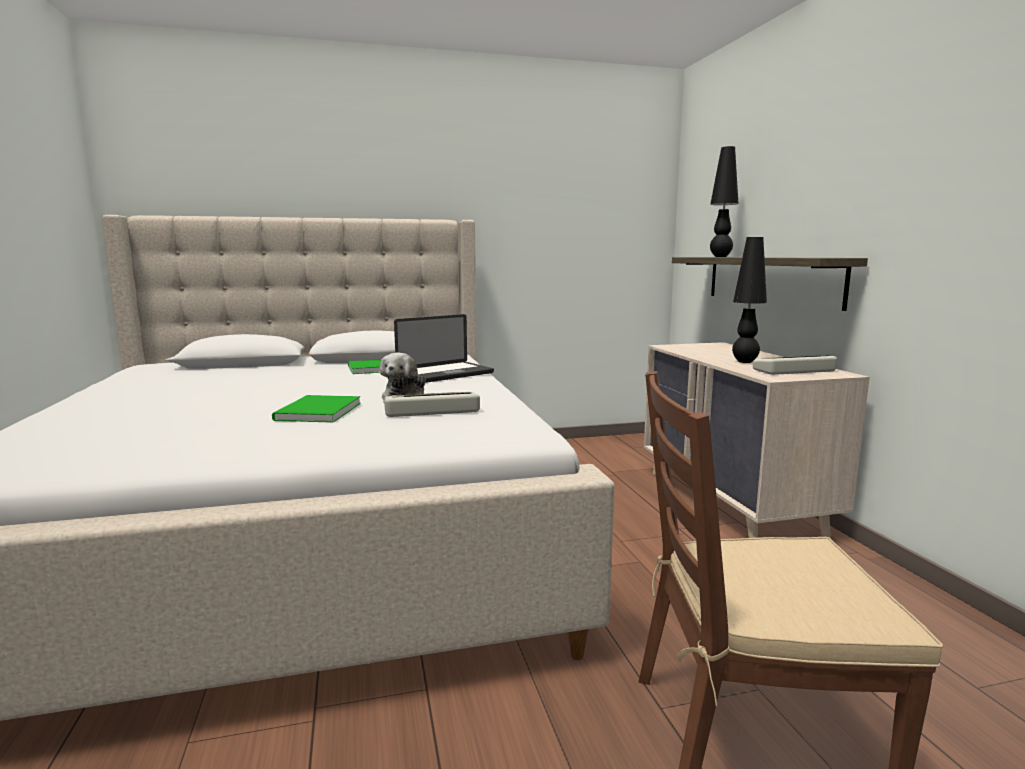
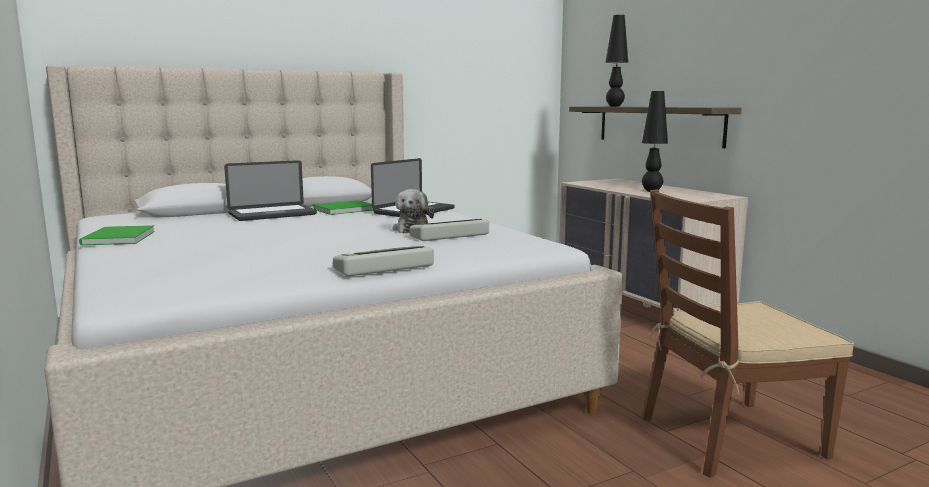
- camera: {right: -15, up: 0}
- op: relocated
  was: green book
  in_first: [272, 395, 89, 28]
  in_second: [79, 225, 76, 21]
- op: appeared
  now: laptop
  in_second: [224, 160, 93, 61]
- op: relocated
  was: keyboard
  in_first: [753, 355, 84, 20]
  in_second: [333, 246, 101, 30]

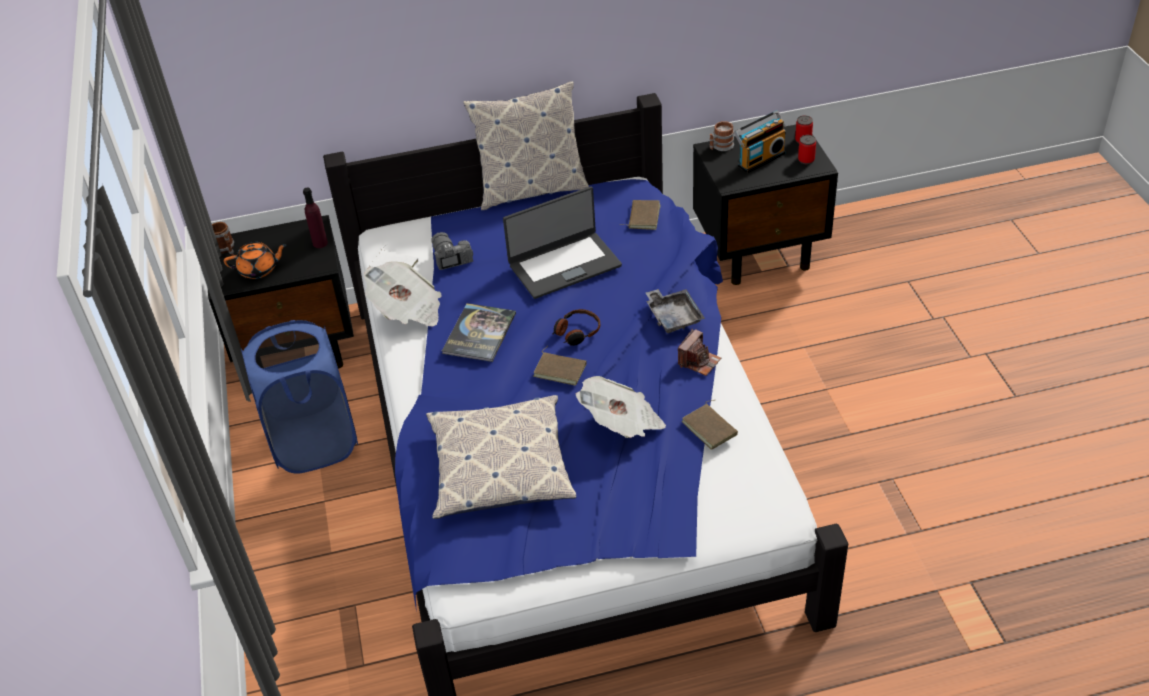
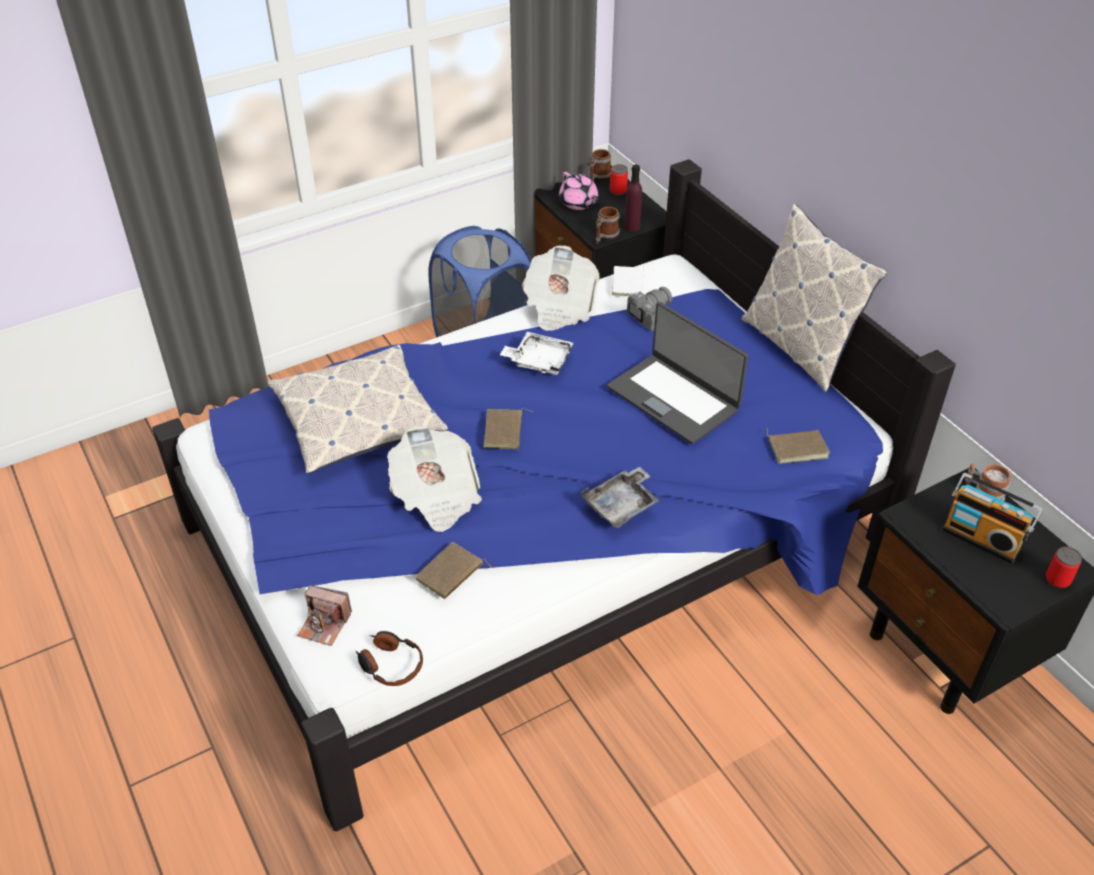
- camera: {right: 70, up: 0}
- op: relocated
  was: photo camera
  in_first: [678, 329, 43, 47]
  in_second: [297, 585, 55, 61]
- op: relocated
  was: headphones
  in_first: [552, 309, 48, 37]
  in_second: [356, 631, 67, 55]
- op: exchanged
  was: book
  now: white tray
  in_first: [442, 303, 74, 59]
  in_second: [500, 332, 74, 43]
- op: colour
  was: orange teapot
  now: pink teapot
  in_first: [224, 242, 63, 37]
  in_second: [559, 172, 39, 38]
- op: appeared
  now: mug
  in_second: [596, 207, 24, 37]
- op: relocated
  was: can
  in_first: [798, 135, 18, 29]
  in_second: [610, 164, 18, 31]

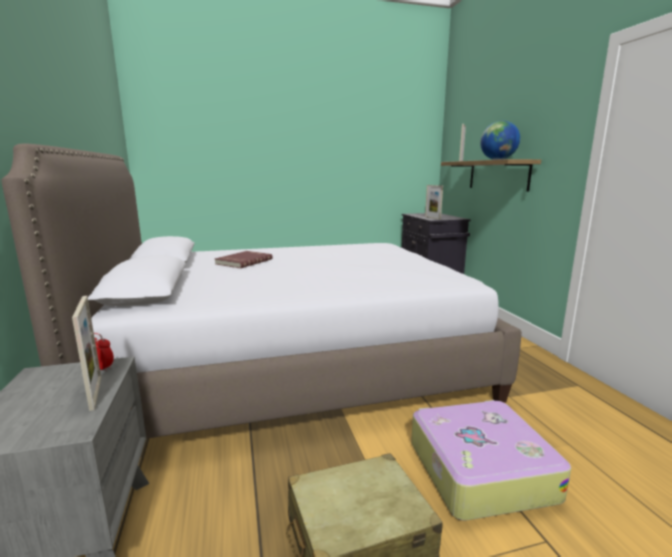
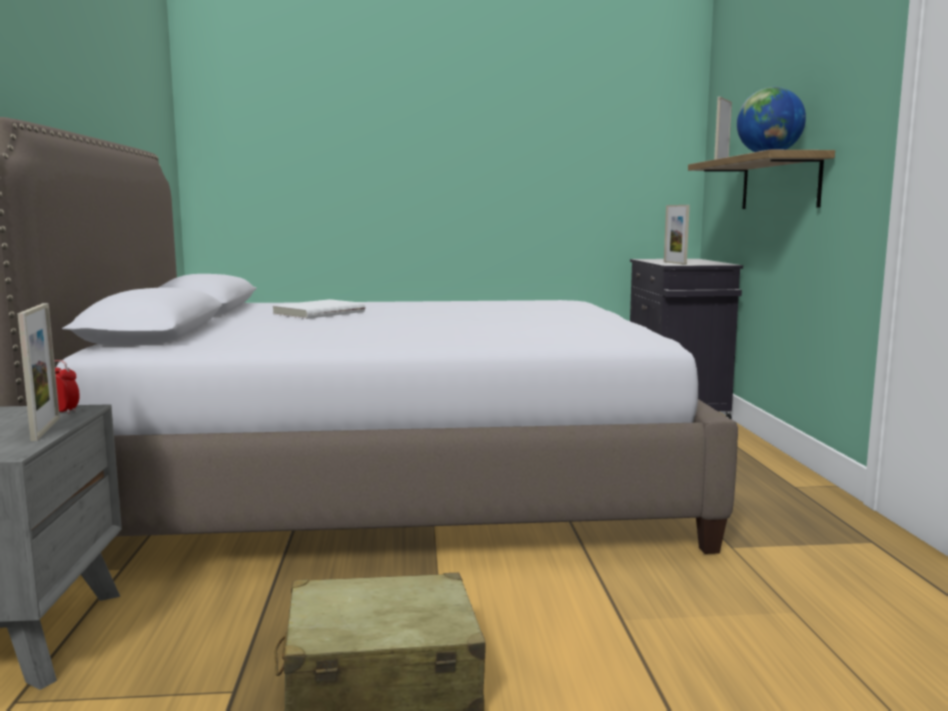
- camera: {right: 10, up: -5}
- op: colour
  was: red book
  now: white book
  in_first: [215, 251, 57, 17]
  in_second: [272, 299, 93, 20]
- op: missing
  was: suitcase
  in_first: [411, 400, 160, 120]

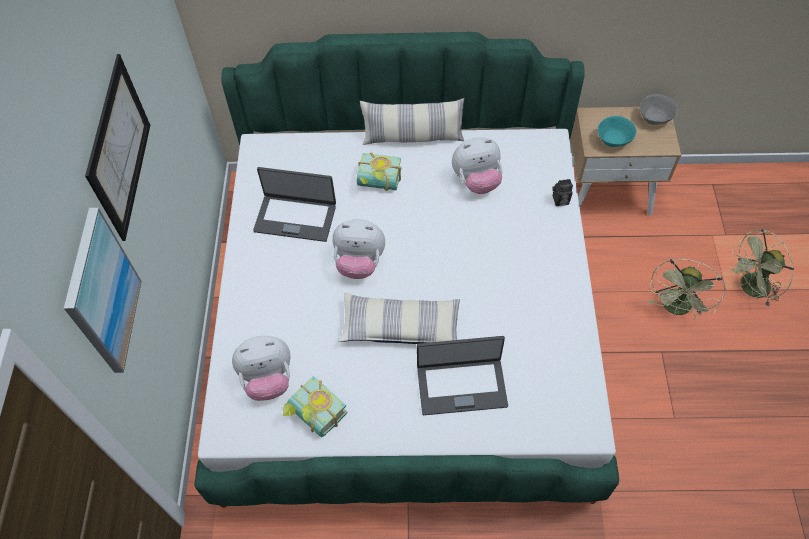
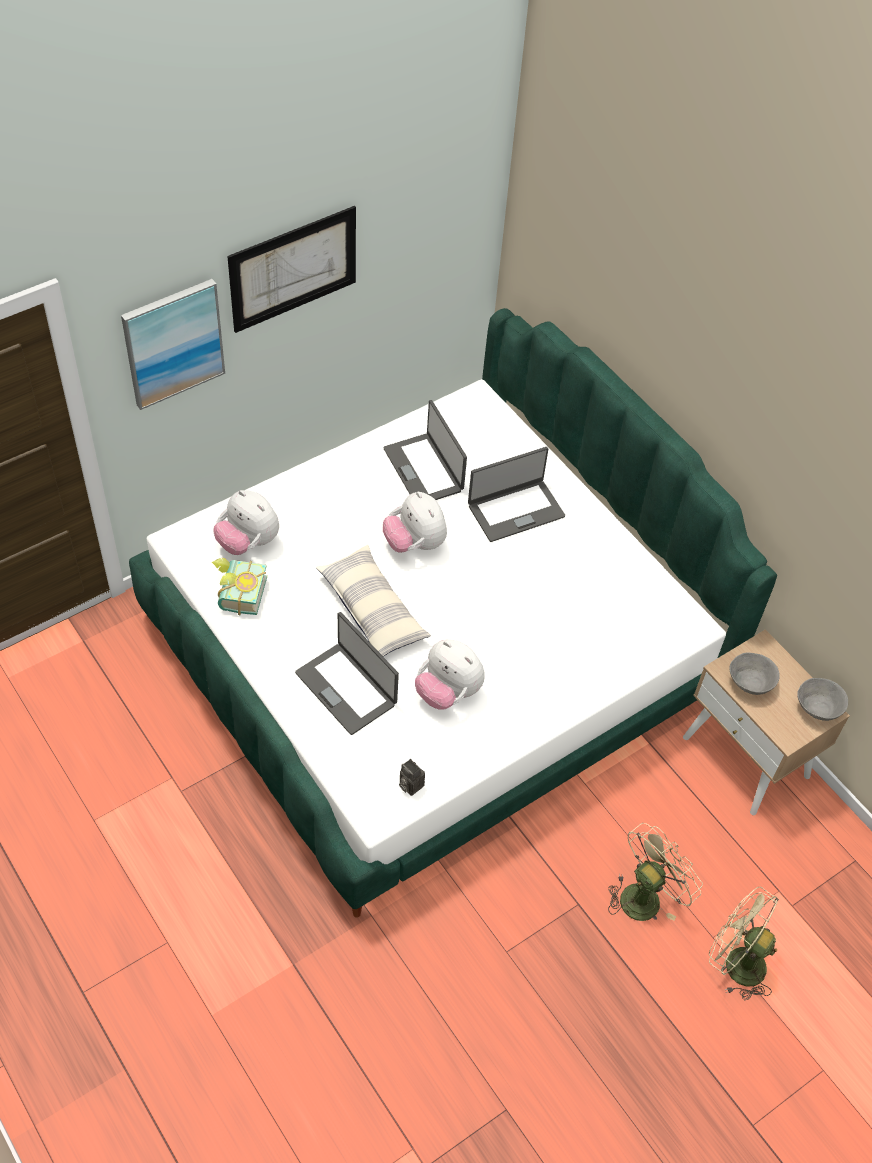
- camera: {right: 50, up: -5}
- op: relocated
  was: photo camera
  in_first: [552, 179, 21, 27]
  in_second: [399, 759, 26, 37]
- op: relocated
  was: plush toy
  in_first: [452, 137, 51, 57]
  in_second: [415, 639, 70, 71]
- op: exchanged
  was: book
  now: laptop
  in_first: [357, 152, 44, 39]
  in_second: [468, 447, 97, 95]
- op: spun
  was: green fan
  in_first: [648, 259, 77, 60]
  in_second: [608, 823, 95, 98]
  clockwise: 150
- op: colour
  was: turquoise bowl
  now: grey bowl
  in_first: [598, 116, 38, 31]
  in_second: [729, 653, 51, 42]
- op: missing
  was: pillow
  in_first: [360, 98, 104, 47]

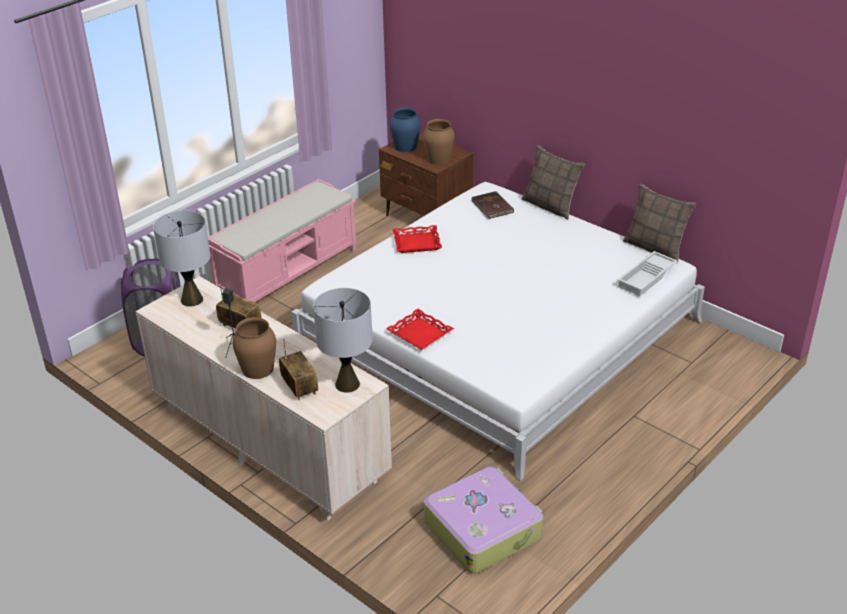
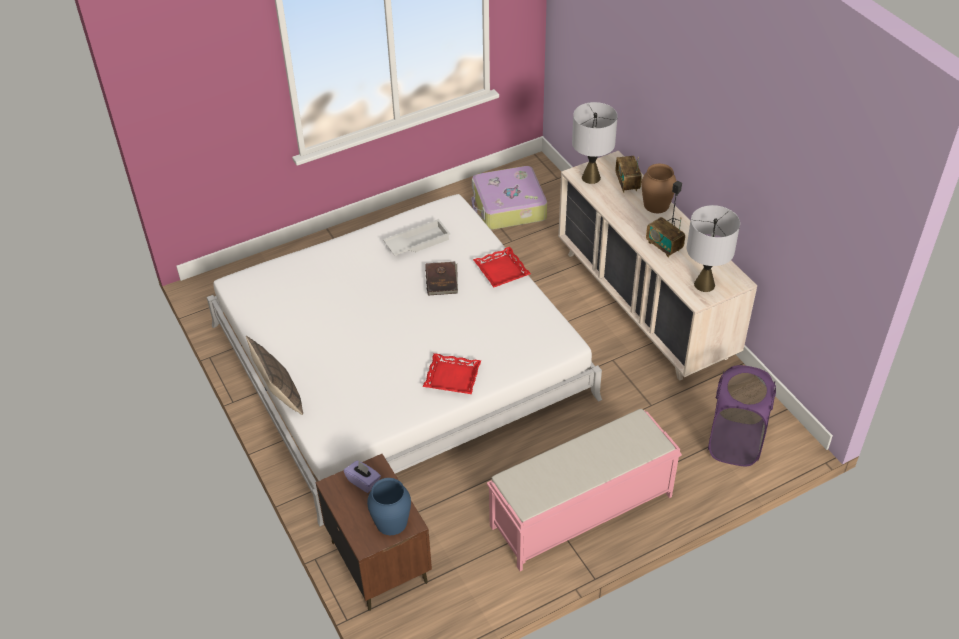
- camera: {right: -160, up: 10}
- op: exchanged
  was: brown vase
  now: purple tissue box
  in_first: [423, 119, 32, 46]
  in_second: [344, 460, 37, 33]
- op: relocated
  was: white tray
  in_first: [617, 251, 61, 45]
  in_second: [383, 219, 67, 36]
- op: relocated
  was: brown book
  in_first: [472, 191, 42, 28]
  in_second: [425, 261, 33, 35]
- op: missing
  was: pillow
  in_first: [623, 184, 73, 77]

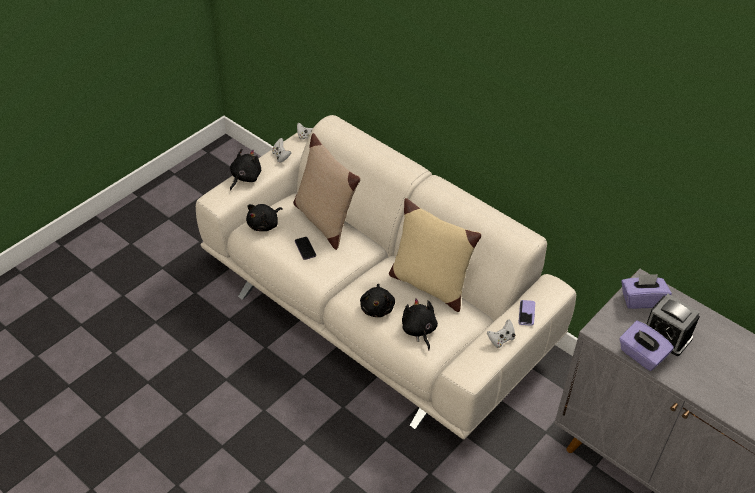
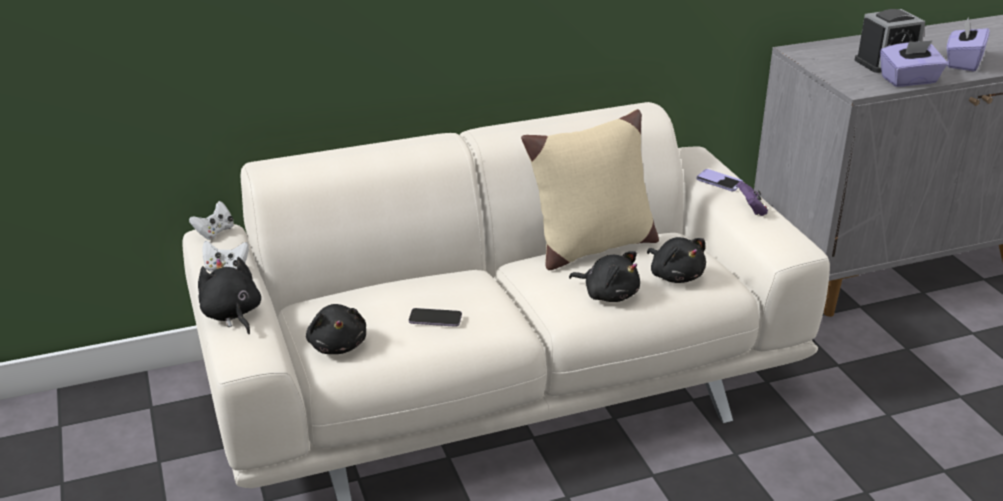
- camera: {right: -60, up: -15}
- op: spun
  was: black plush toy
  in_first: [402, 298, 36, 52]
  in_second: [647, 237, 59, 46]
  clockwise: -135
- op: colour
  was: white game controller
  now: purple game controller
  in_first: [487, 319, 28, 29]
  in_second: [737, 181, 31, 35]
- op: relocated
  was: purple tissue box
  in_first: [621, 274, 51, 35]
  in_second: [947, 17, 43, 55]
- op: missing
  was: beige pillow
  in_first: [293, 133, 68, 117]

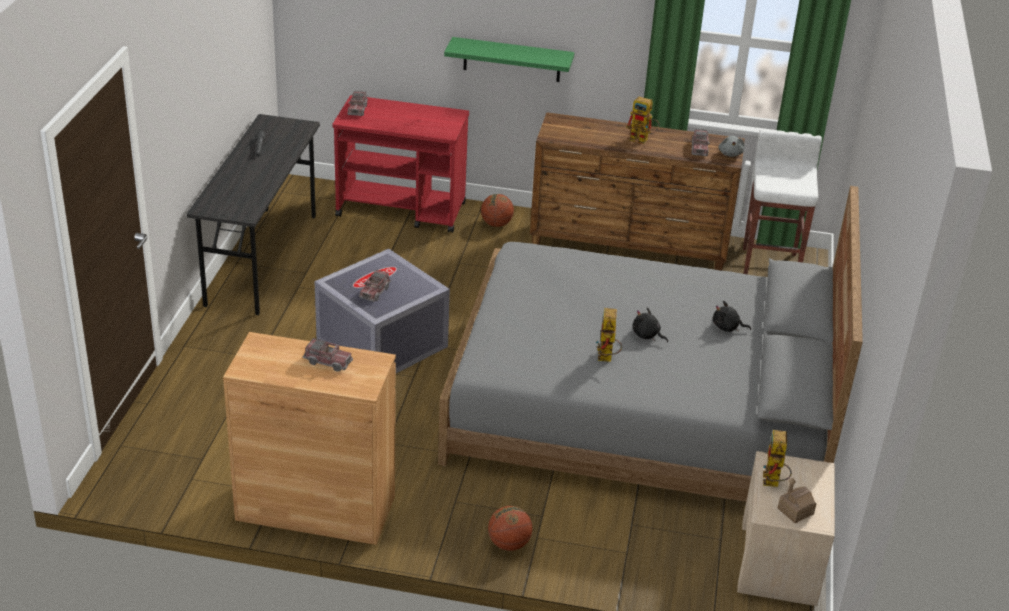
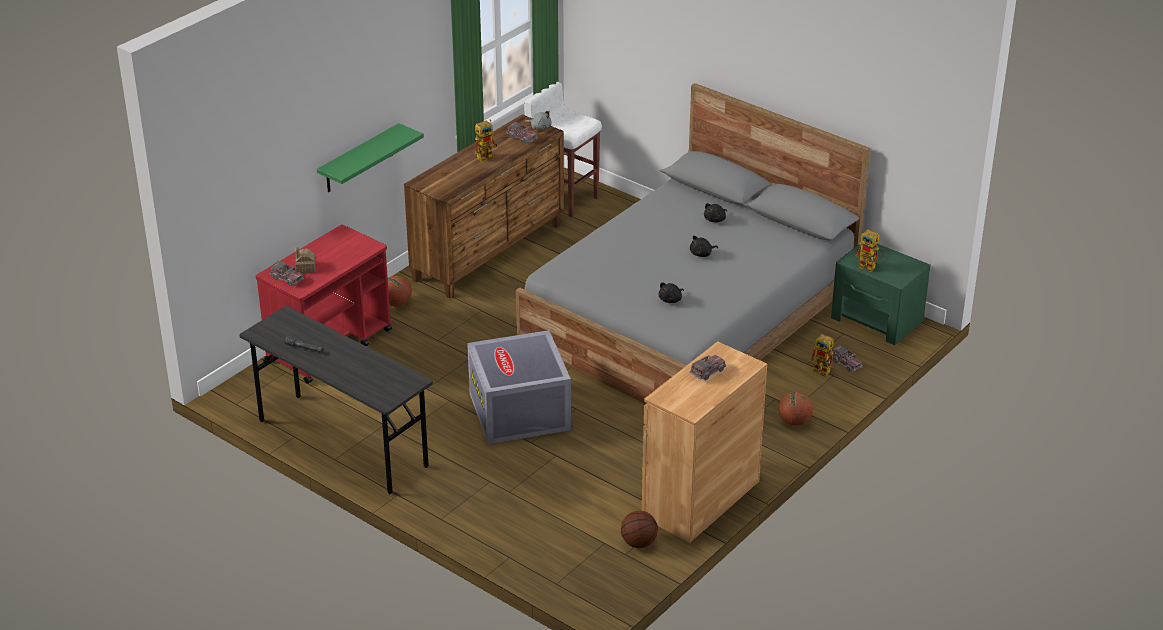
- camera: {right: -60, up: 0}
- op: relocated
  was: toy house
  in_first: [778, 478, 39, 45]
  in_second: [294, 246, 21, 27]
- op: appeared
  now: basketball
  in_second: [621, 511, 37, 37]
- op: appeared
  now: black plush toy
  in_second: [659, 282, 25, 21]
- op: relocated
  was: toy robot
  in_first: [596, 308, 26, 54]
  in_second: [810, 334, 31, 43]
- op: colour
  was: beige nightstand
  now: green nightstand
  in_first: [737, 451, 98, 155]
  in_second: [831, 244, 99, 101]
- op: relocated
  was: toy truck
  in_first: [359, 269, 32, 33]
  in_second: [832, 346, 31, 26]

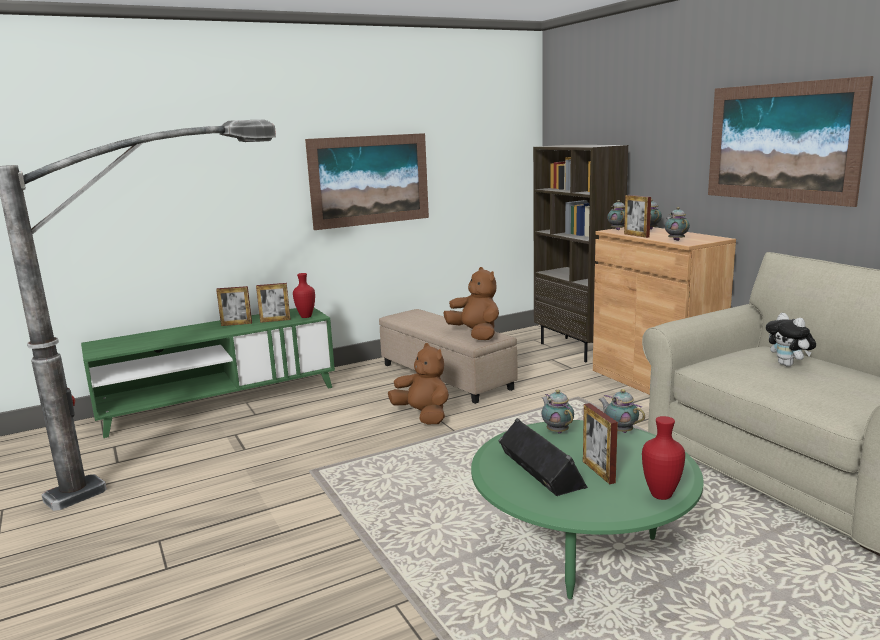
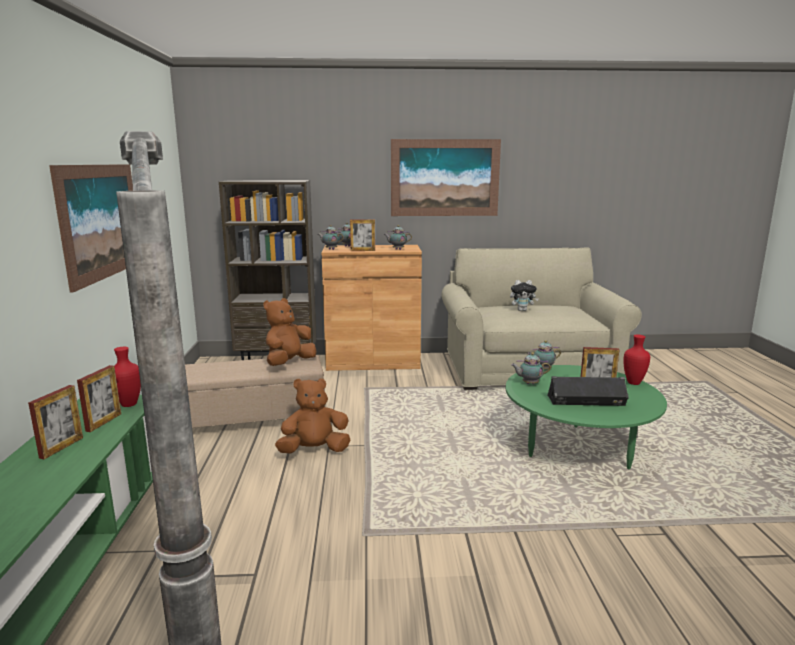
- camera: {right: -65, up: 0}
- op: spun
  was: brown plush toy
  in_first: [443, 267, 56, 73]
  in_second: [264, 298, 52, 68]
  clockwise: -45

